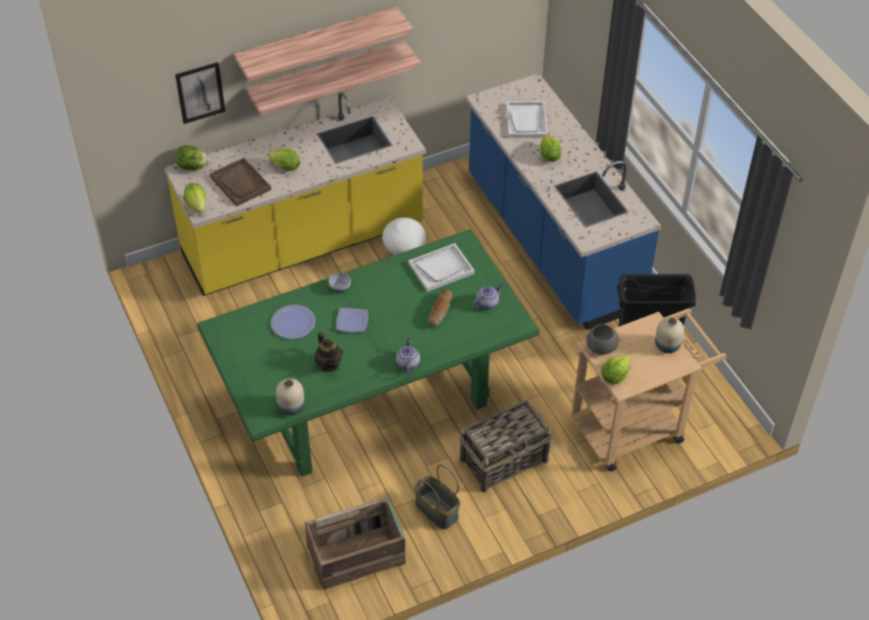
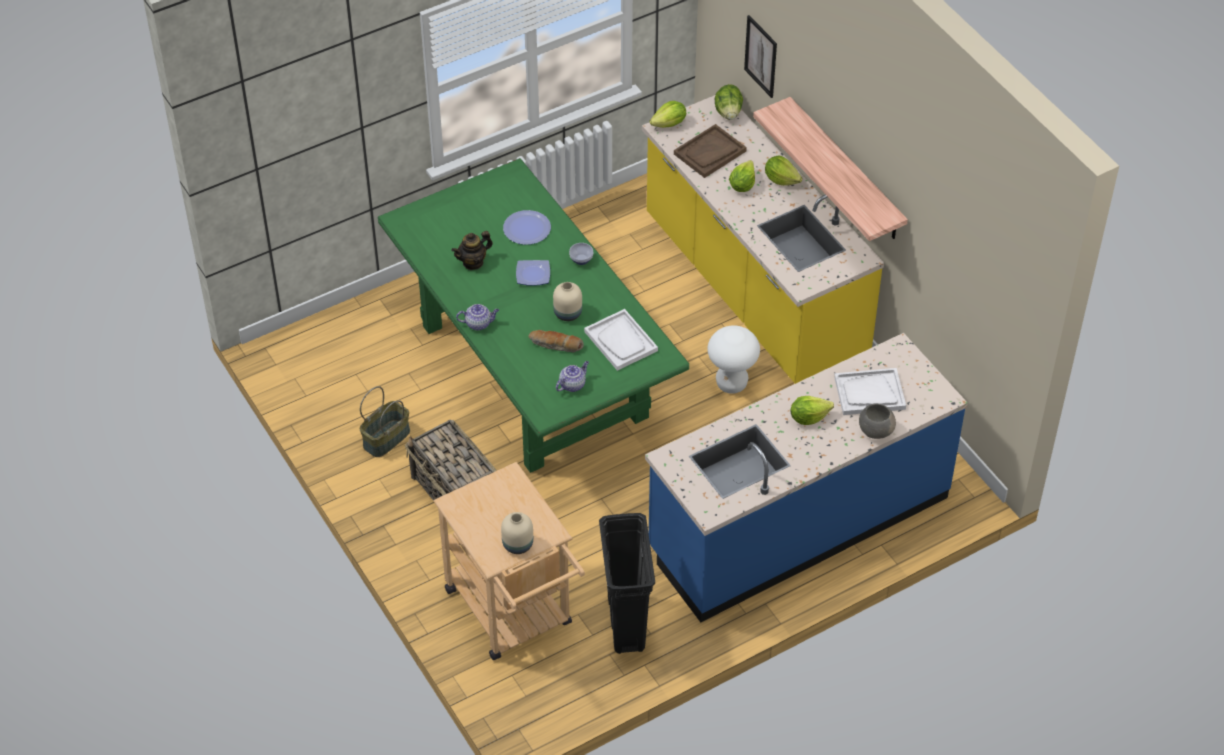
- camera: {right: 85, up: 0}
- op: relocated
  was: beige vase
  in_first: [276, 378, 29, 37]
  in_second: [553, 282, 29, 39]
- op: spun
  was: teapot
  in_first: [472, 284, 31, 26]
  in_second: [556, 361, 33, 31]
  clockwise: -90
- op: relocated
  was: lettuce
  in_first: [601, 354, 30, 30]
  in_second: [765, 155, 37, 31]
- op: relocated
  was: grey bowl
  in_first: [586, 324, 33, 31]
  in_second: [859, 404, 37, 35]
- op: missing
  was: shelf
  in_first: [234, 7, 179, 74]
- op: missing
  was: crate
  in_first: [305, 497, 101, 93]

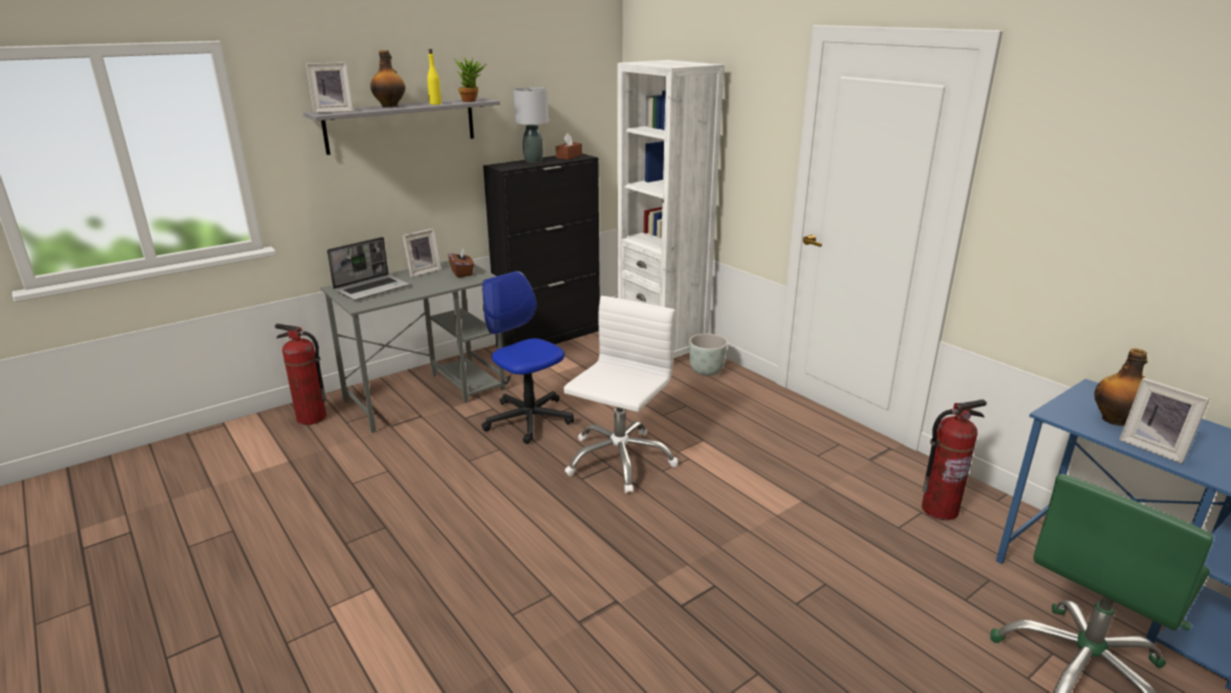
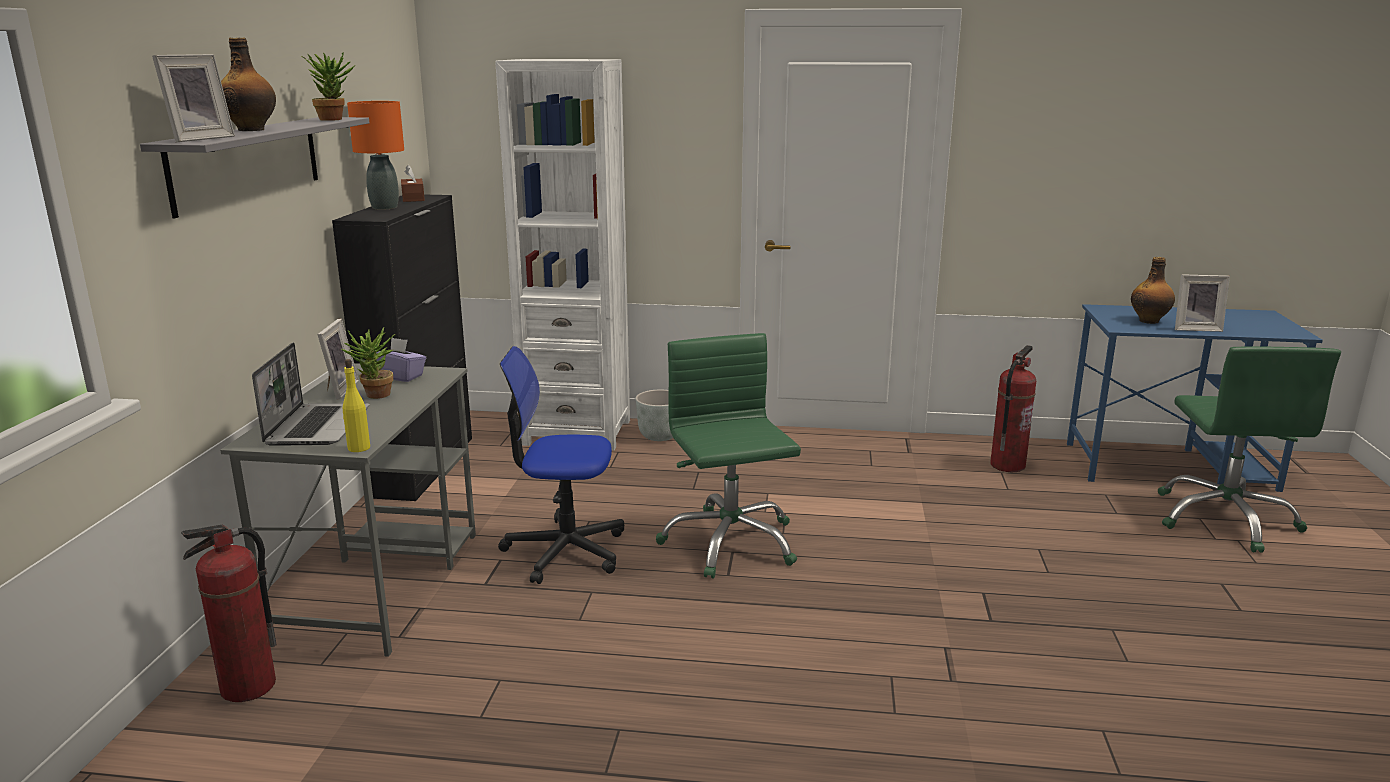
- camera: {right: -45, up: -5}
- op: appeared
  now: potted plant
  in_second: [341, 327, 55, 72]
- op: relocated
  was: yellow bottle
  in_first: [427, 49, 15, 56]
  in_second: [343, 359, 27, 93]
- op: colour
  was: grey table lamp
  now: orange table lamp
  in_first: [513, 87, 36, 76]
  in_second: [347, 101, 57, 109]
- op: colour
  was: brown tissue box
  now: purple tissue box
  in_first: [448, 247, 26, 30]
  in_second: [376, 338, 50, 44]
- op: colour
  was: white office chair
  now: green office chair
  in_first: [563, 296, 115, 197]
  in_second: [656, 333, 145, 246]

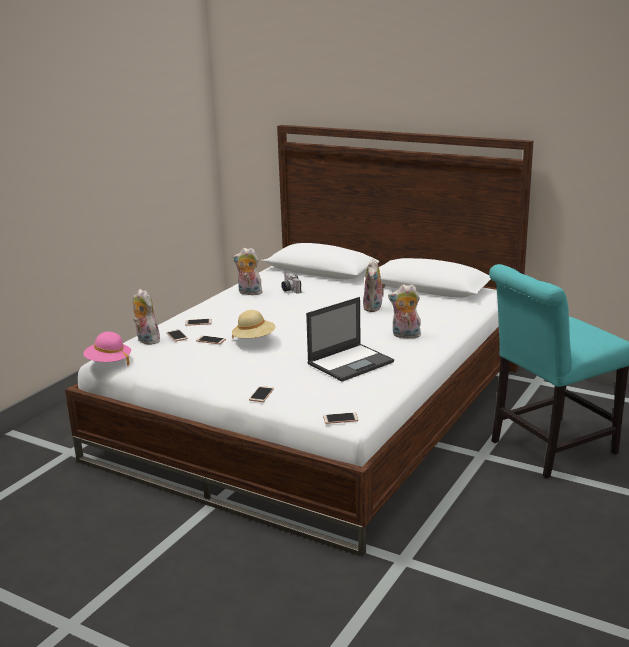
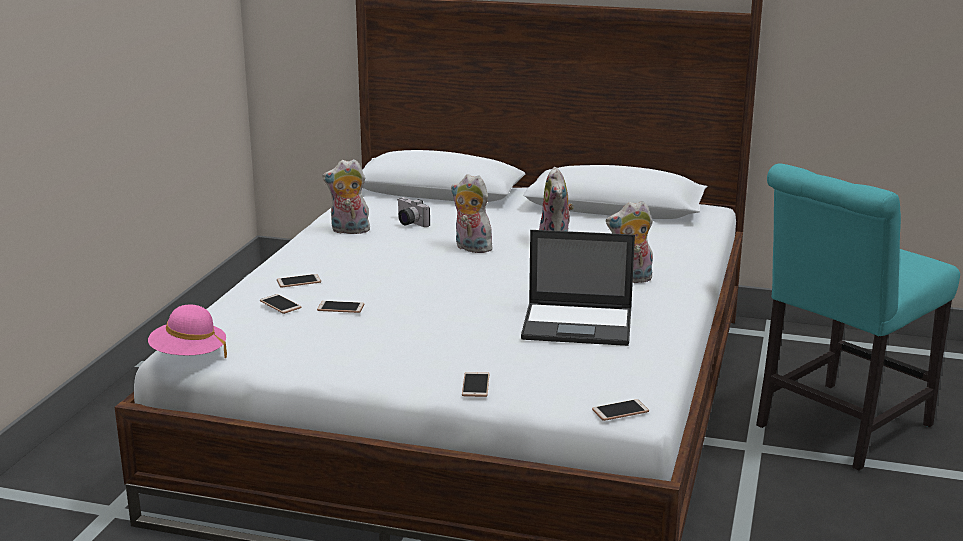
- camera: {right: -15, up: 0}
- op: relocated
  was: plush toy
  in_first: [133, 289, 27, 56]
  in_second: [451, 174, 45, 79]
- op: spun
  was: laptop
  in_first: [306, 297, 88, 84]
  in_second: [521, 230, 114, 116]
  clockwise: 60
- op: missing
  was: beige hat
  in_first: [232, 310, 44, 29]

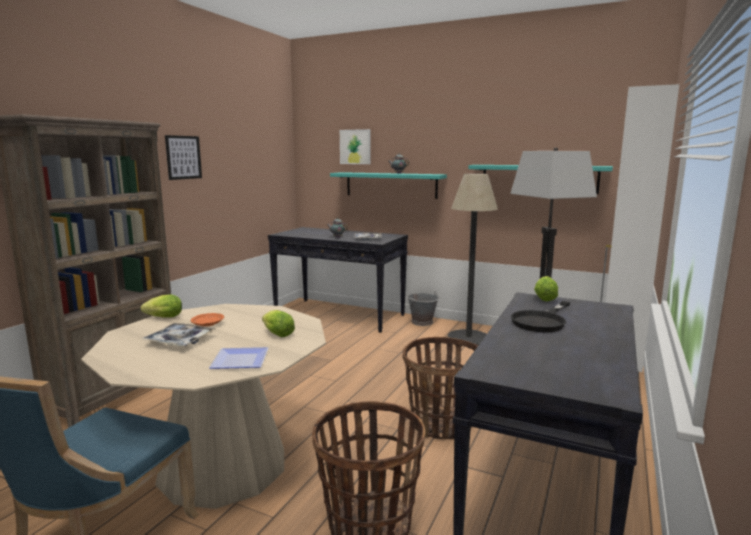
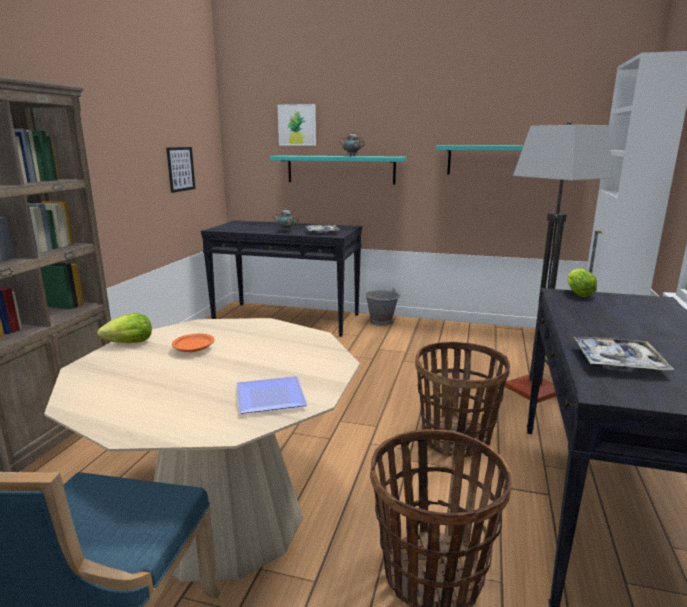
- camera: {right: -10, up: 5}
- op: relocated
  was: picture
  in_first: [165, 135, 37, 45]
  in_second: [166, 147, 29, 46]
- op: relocated
  was: tray
  in_first: [142, 323, 74, 23]
  in_second: [573, 337, 101, 34]
- op: missing
  was: lettuce
  in_first: [262, 310, 33, 27]
- op: missing
  was: floor lamp
  in_first: [448, 174, 50, 171]
- op: missing
  was: black frying pan
  in_first: [511, 301, 59, 31]

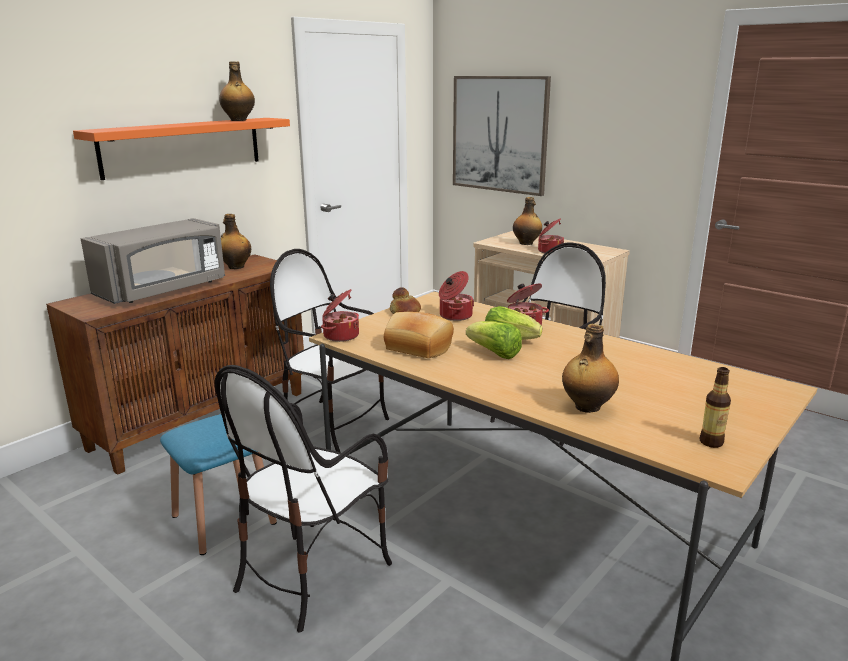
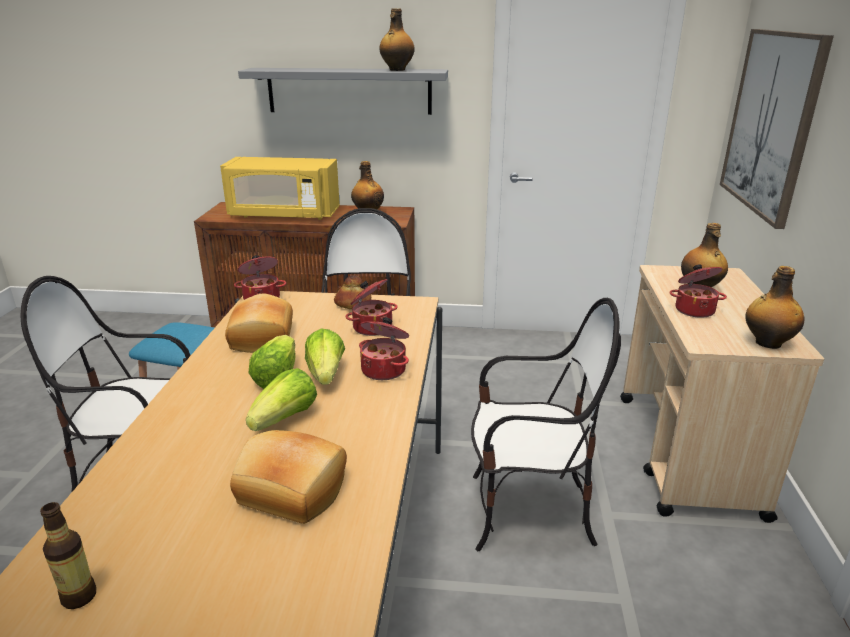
- camera: {right: 55, up: 5}
- op: colour
  was: grey microwave
  now: yellow microwave
  in_first: [81, 218, 144, 86]
  in_second: [220, 157, 120, 63]
- op: appeared
  now: bread
  in_second: [230, 430, 117, 94]
- op: colour
  was: orange shelf
  now: grey shelf
  in_first: [73, 118, 217, 62]
  in_second: [238, 68, 210, 47]
- op: appeared
  now: lettuce
  in_second: [246, 368, 71, 63]
- op: relocated
  was: bottle
  in_first: [562, 324, 57, 89]
  in_second: [746, 266, 59, 83]

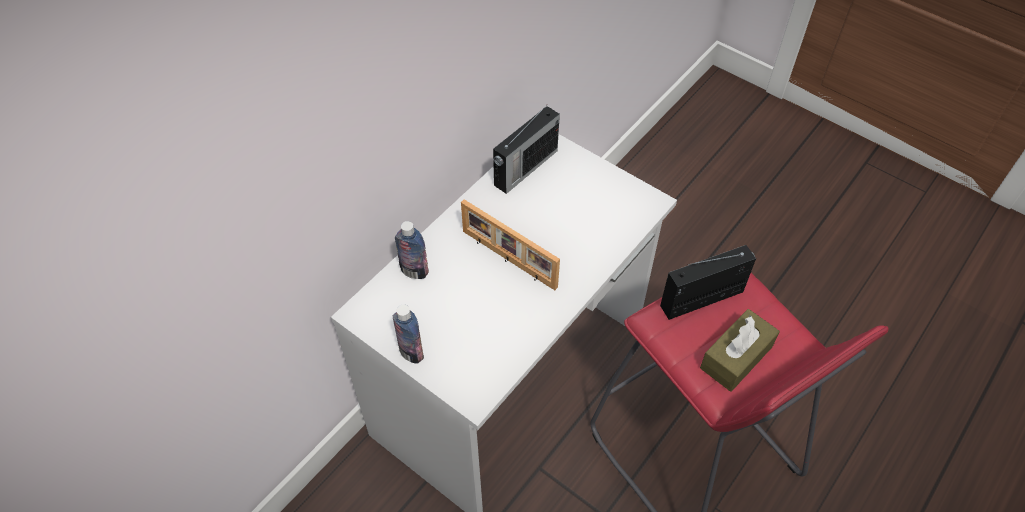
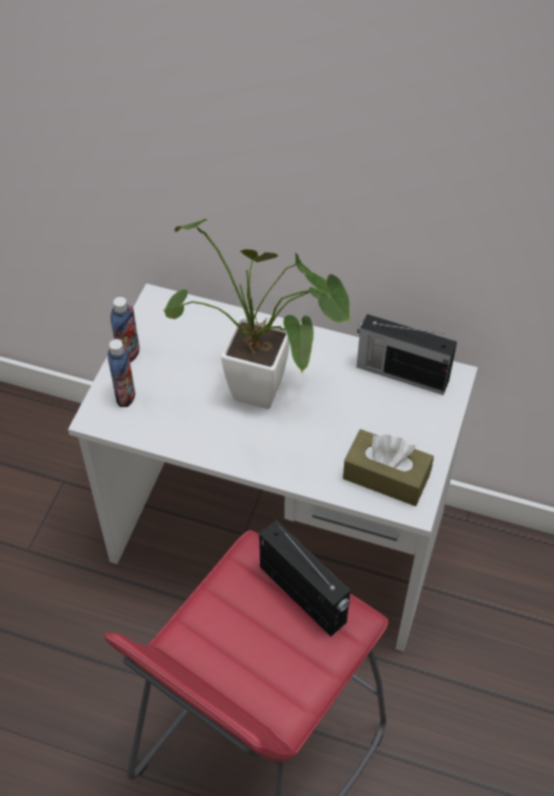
- camera: {right: 70, up: 0}
- op: relocated
  was: bottle
  in_first: [395, 221, 34, 58]
  in_second: [107, 339, 28, 68]
- op: exchanged
  was: picture frame
  now: potted plant
  in_first: [461, 199, 99, 91]
  in_second: [163, 219, 188, 190]
- op: relocated
  was: brown tissue box
  in_first: [700, 309, 80, 83]
  in_second: [343, 429, 91, 77]

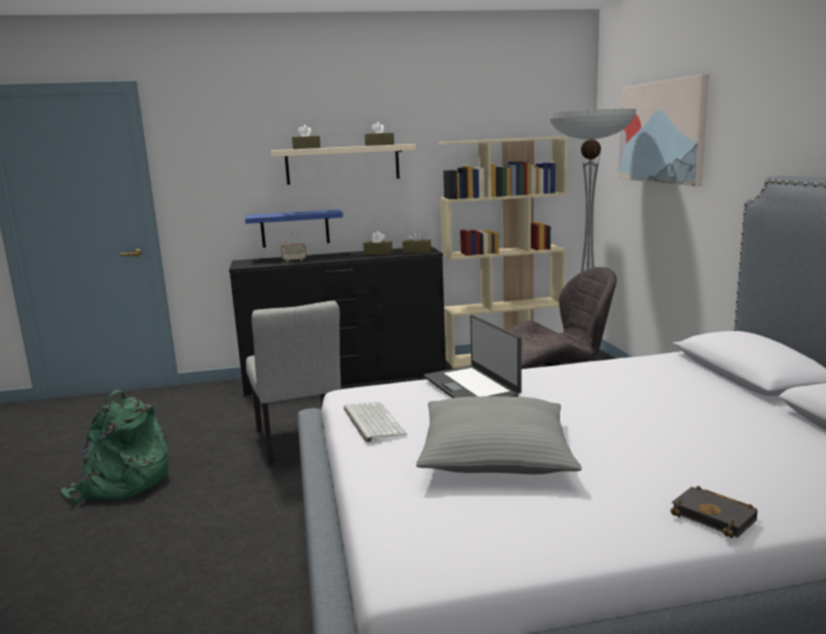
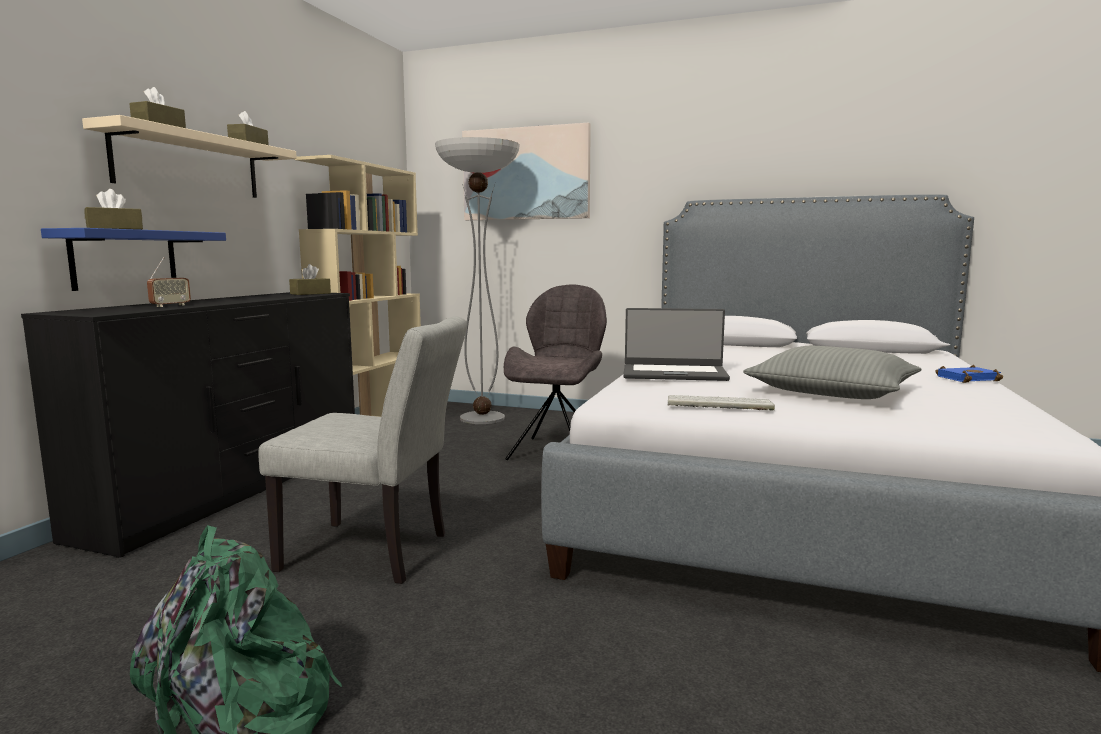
- camera: {right: -60, up: -5}
- op: relocated
  was: brown tissue box
  in_first: [363, 231, 30, 24]
  in_second: [84, 189, 59, 41]
- op: colour
  was: black book
  now: blue book
  in_first: [670, 486, 88, 52]
  in_second: [935, 365, 68, 18]

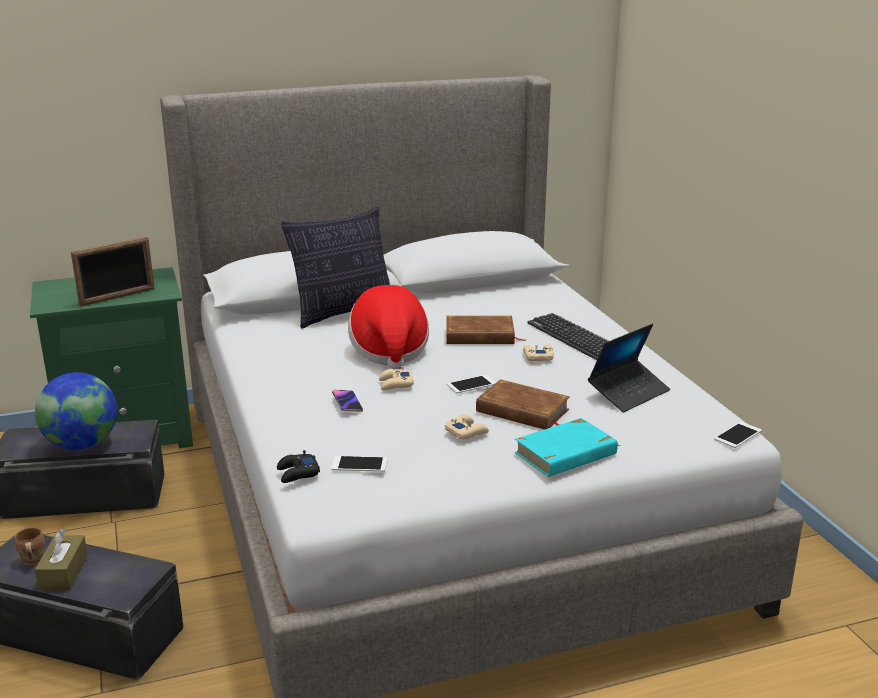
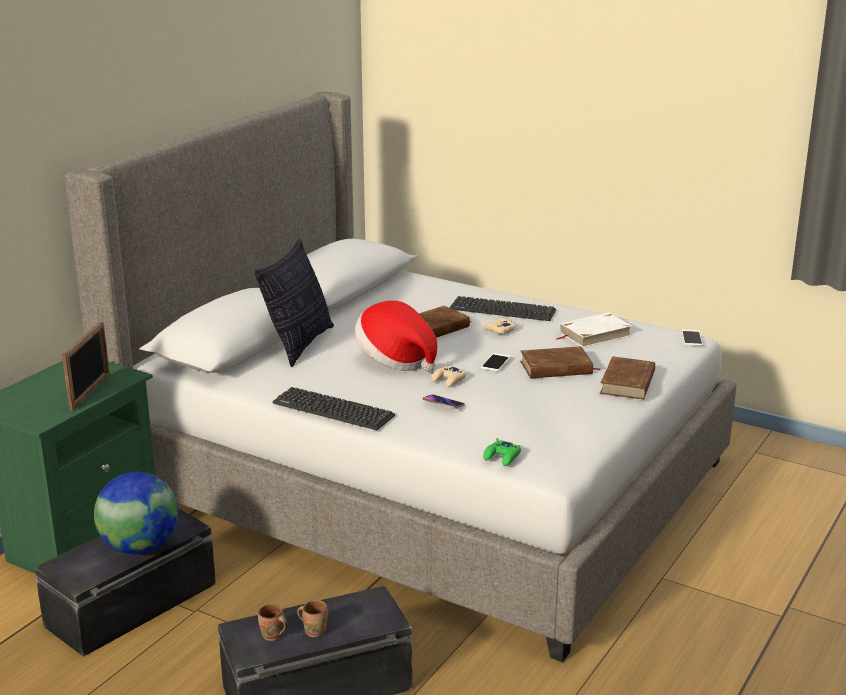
- camera: {right: -40, up: 0}
- op: appeared
  now: keyboard
  in_second: [273, 387, 122, 43]
- op: exchanged
  was: brown tissue box
  now: brown mug
  in_first: [35, 529, 53, 61]
  in_second: [297, 600, 31, 37]
- op: colour
  was: black game controller
  now: green game controller
  in_first: [277, 450, 43, 33]
  in_second: [483, 438, 38, 28]
- op: exchanged
  was: laptop
  now: white book
  in_first: [588, 324, 82, 88]
  in_second: [556, 312, 76, 36]
- op: colour
  was: turquoise book
  now: brown book
  in_first: [514, 418, 106, 59]
  in_second: [600, 356, 55, 44]
- op: missing
  was: phone
  in_first: [331, 456, 57, 16]
- op: missing
  was: beige game controller
  in_first: [445, 414, 44, 26]

